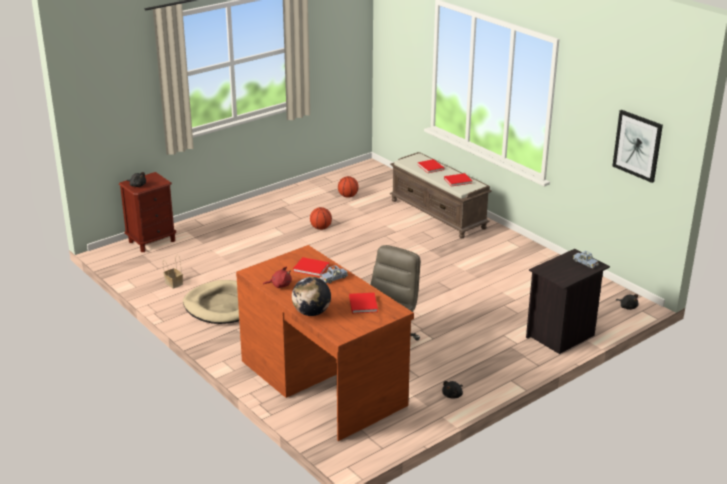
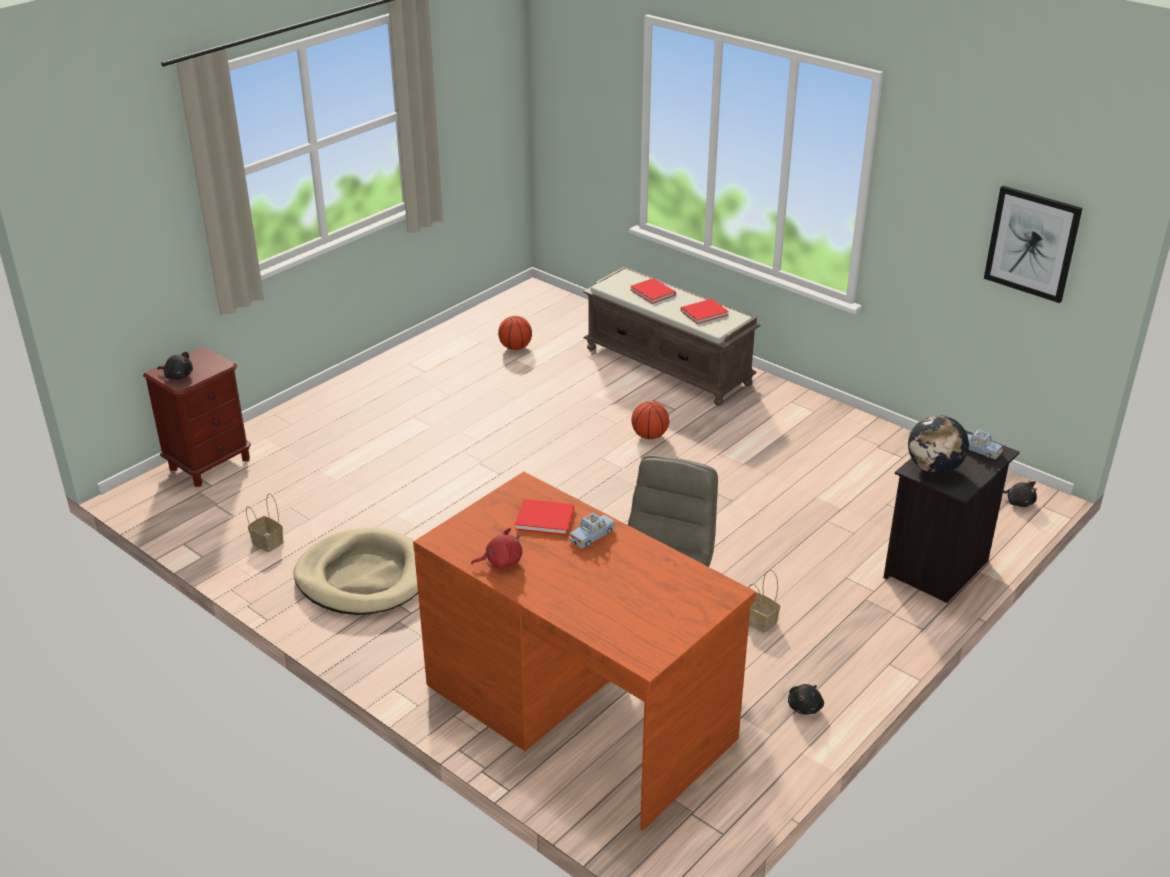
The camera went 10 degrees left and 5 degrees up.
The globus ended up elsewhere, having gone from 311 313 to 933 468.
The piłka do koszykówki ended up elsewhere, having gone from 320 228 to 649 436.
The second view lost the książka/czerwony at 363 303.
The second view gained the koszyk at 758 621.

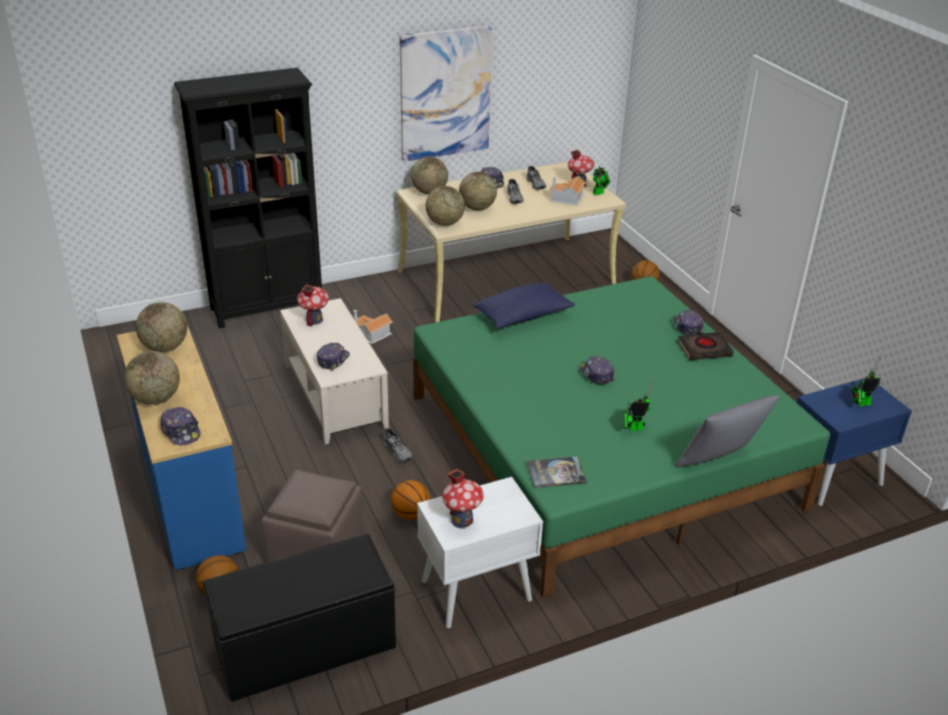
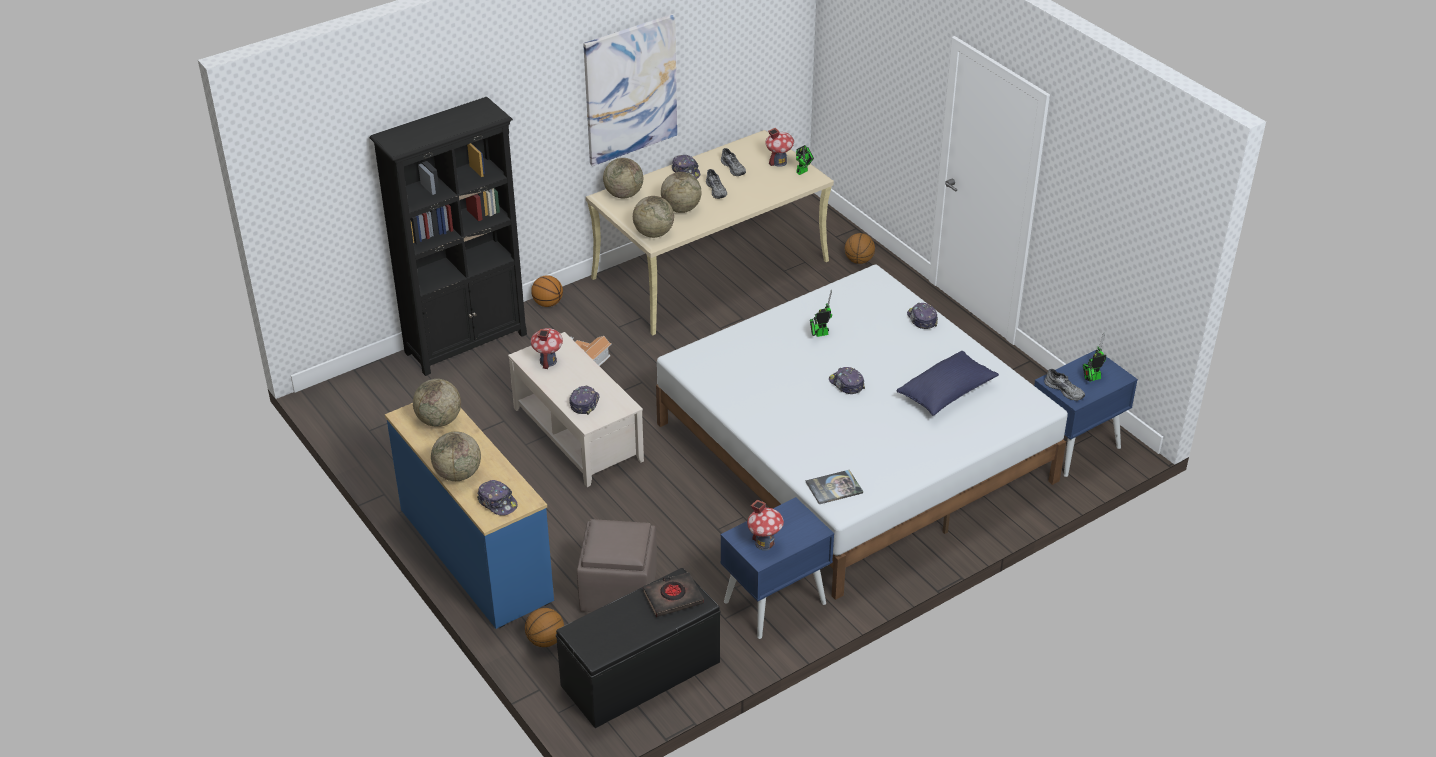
The camera went 10 degrees left and 5 degrees up.
The but/szary ended up elsewhere, having gone from 398 451 to 1065 390.
The piłka do koszykówki ended up elsewhere, having gone from 410 514 to 548 303.
What was the łóżko/zielony at 599 449 turned into the łóżko/biały at 853 452.
What was the szafka nocna/biały at 476 590 turned into the szafka nocna/niebieski at 774 602.
The poduszka/niebieski ended up elsewhere, having gone from 523 316 to 946 393.
The second view lost the domek at 566 199.
The robot zabawkowy ended up elsewhere, having gone from 633 428 to 819 334.
The second view lost the poduszka/szary at 719 463.
The książka/czarny ended up elsewhere, having gone from 704 349 to 673 597.

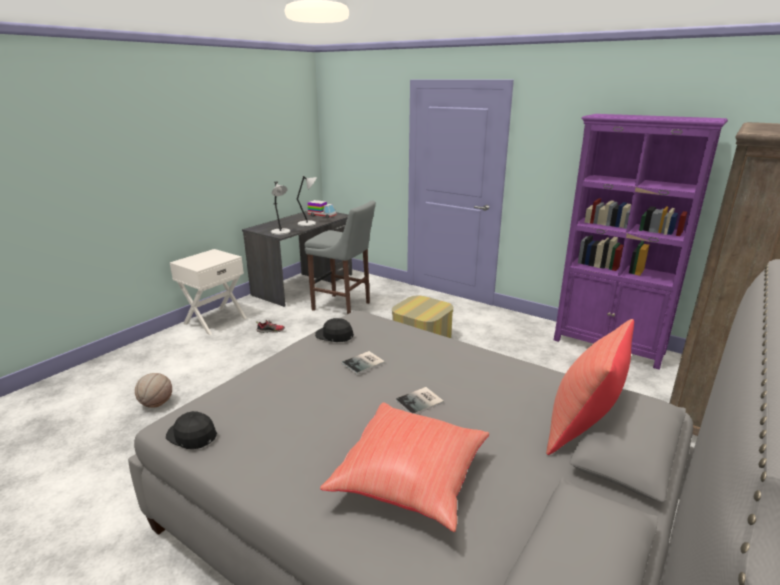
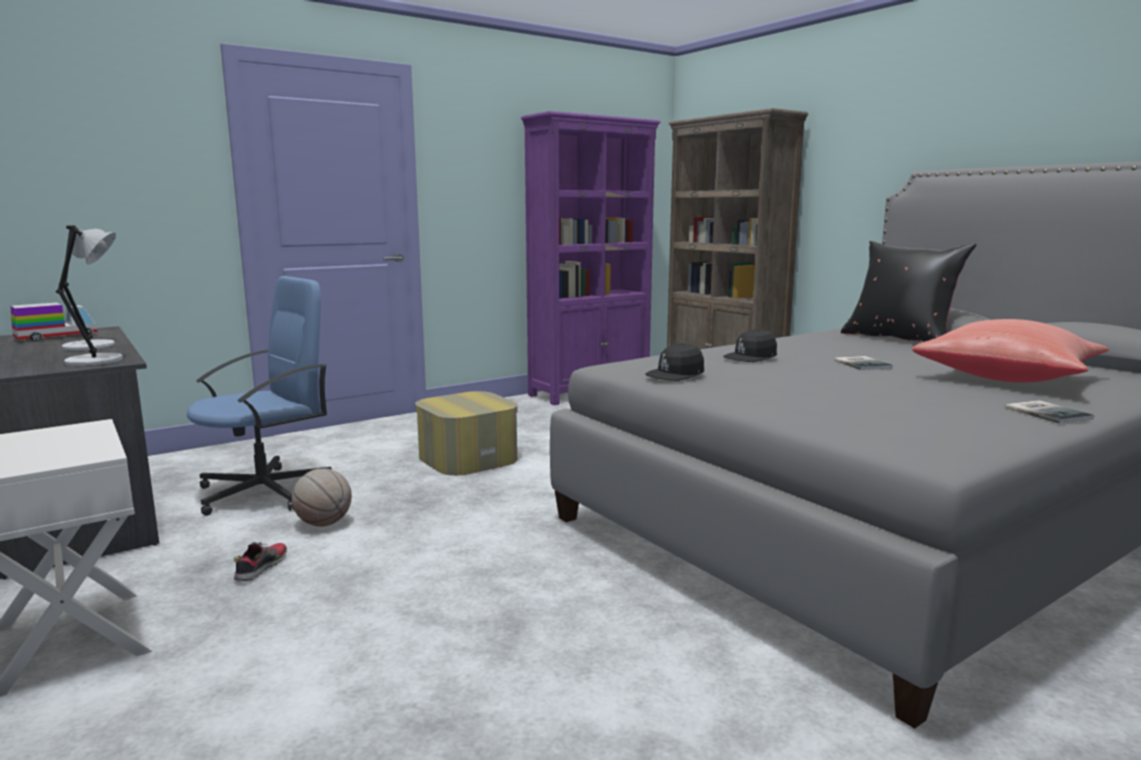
The camera went 70 degrees left and 10 degrees down.
The piłka do koszykówki ended up elsewhere, having gone from 156 404 to 323 524.
The czapka z daszkiem/czarny ended up elsewhere, having gone from 192 435 to 751 357.
Where the stołek/szary stood at 343 307, the krzesło biurowe/niebieski came to stand at 266 491.
The książka ended up elsewhere, having gone from 364 363 to 1048 412.
What was the poduszka/czerwony at 582 427 turned into the poduszka/czarny at 900 339.

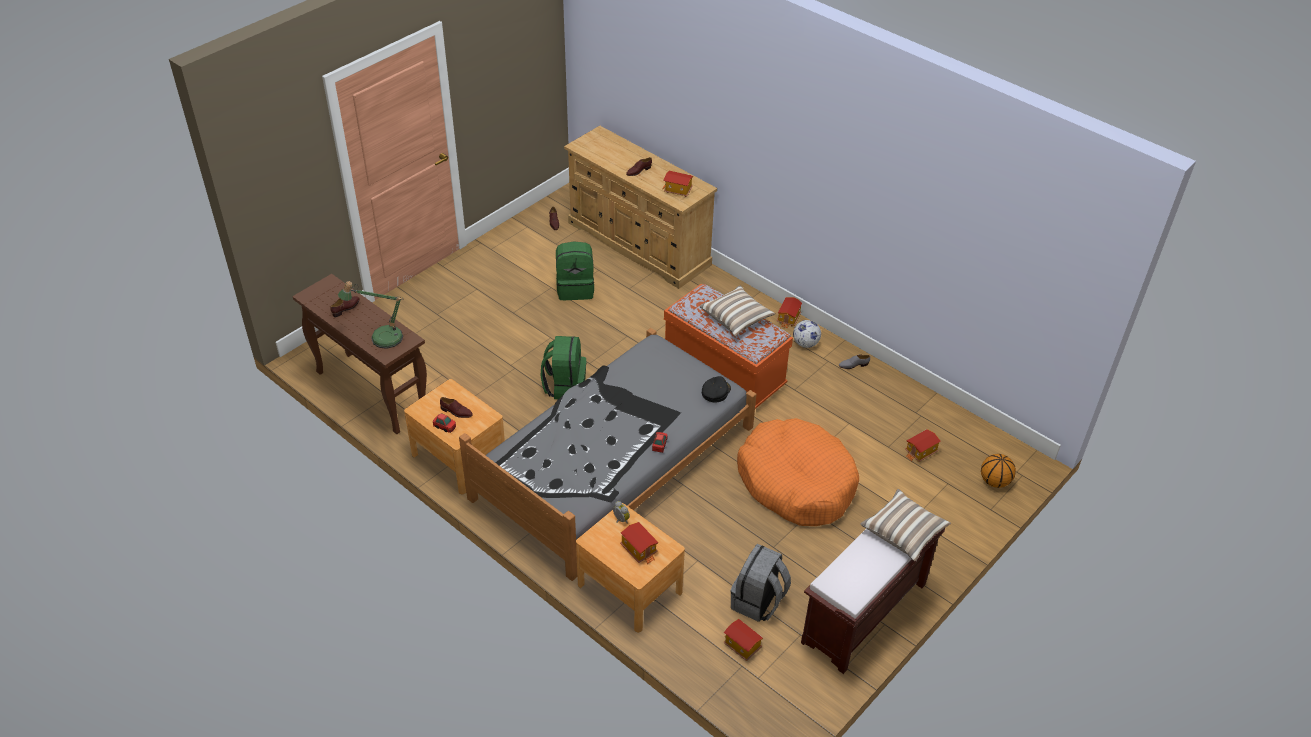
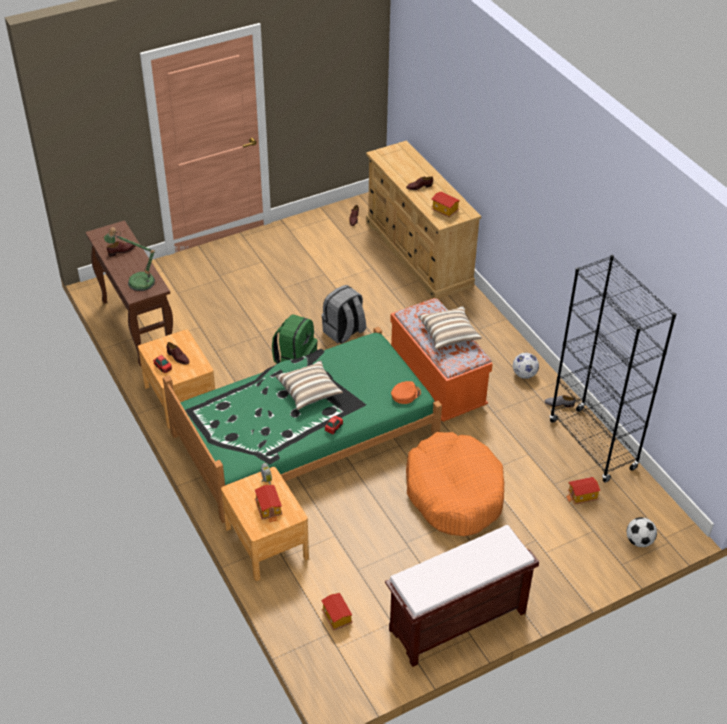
The camera went 20 degrees right and 0 degrees up.
What was the łóżko/szary at 614 462 turned into the łóżko/zielony at 305 434.
The second view lost the plecak/zielony at 575 289.
What was the czapka z daszkiem/czarny at 715 391 turned into the czapka z daszkiem/pomarańczowy at 405 394.
The plecak/szary ended up elsewhere, having gone from 758 602 to 344 332.
The second view lost the domek at 789 318.
The poduszka ended up elsewhere, having gone from 903 532 to 309 392.
Where the piłka do koszykówki stood at 995 482, the piłka futbolowa came to stand at 639 541.
The second view gained the regał/czarny at 592 445.

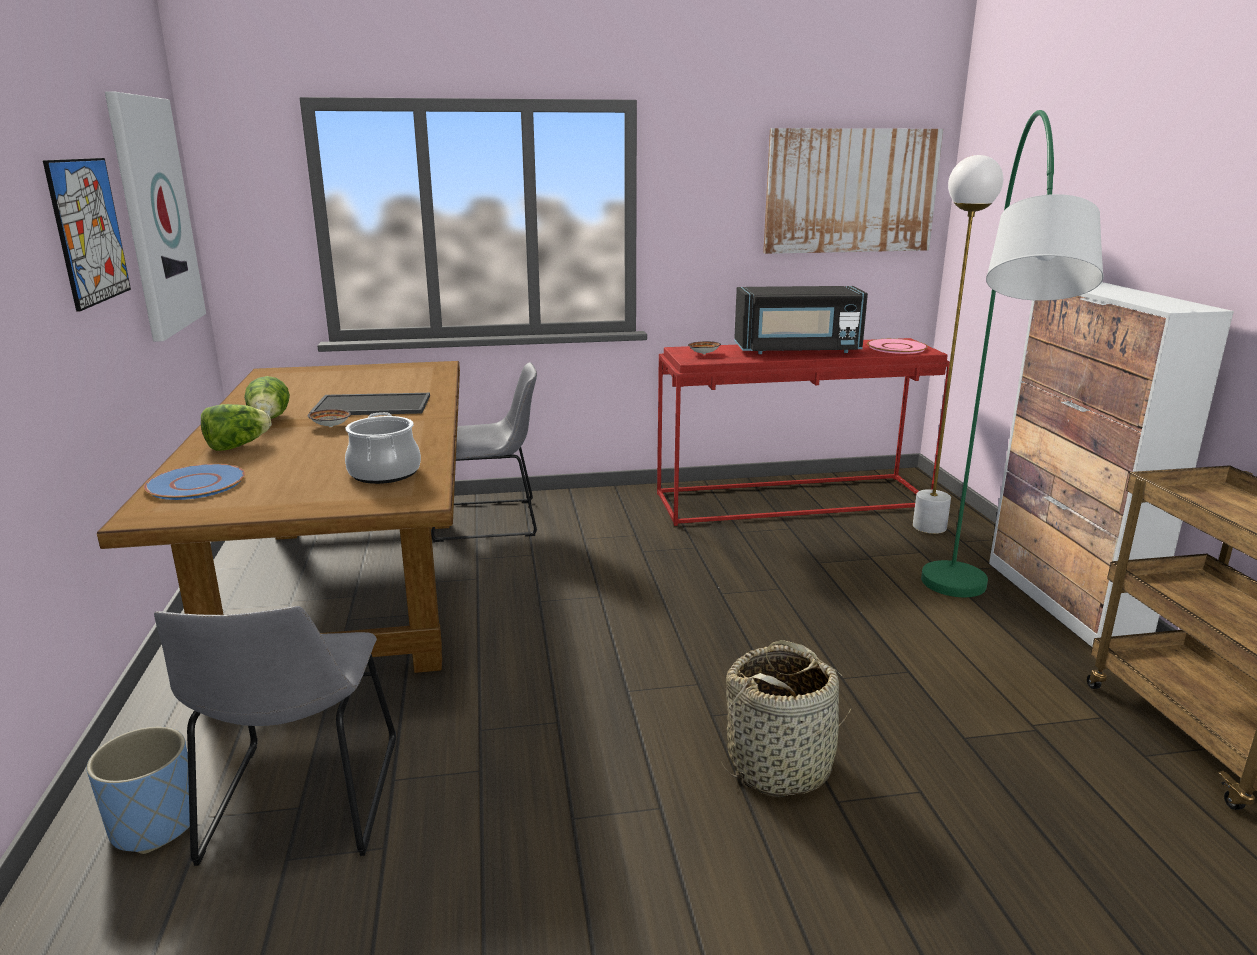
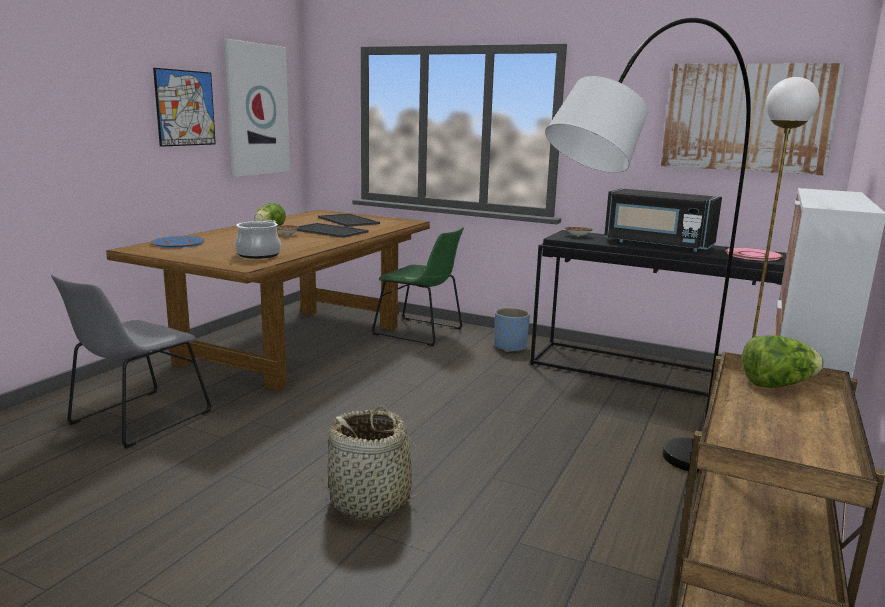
The camera went 35 degrees right and 5 degrees down.
The donica/niebieski ended up elsewhere, having gone from 154 825 to 510 347.
The sałata ended up elsewhere, having gone from 237 446 to 776 385.
What was the krzesło/szary at 491 520 turned into the krzesło/zielony at 421 332.
What was the stolik konsolowy/czerwony at 793 500 turned into the stolik konsolowy/czarny at 649 373.
What was the lampa stojąca/zielony at 962 642 turned into the lampa stojąca/szary at 626 493.
The second view gained the taca at 349 220.

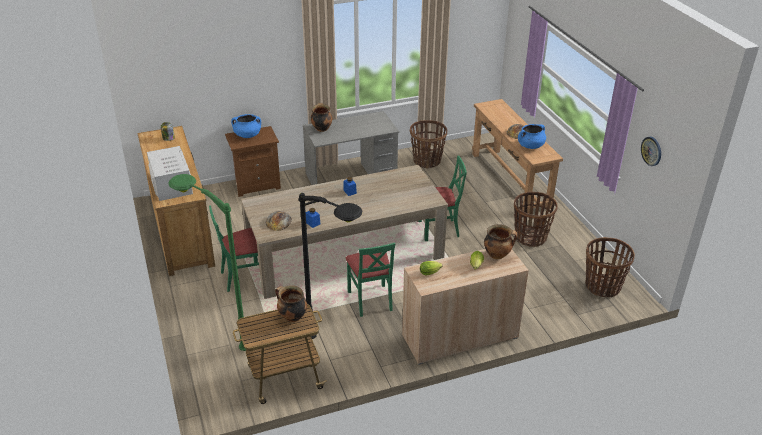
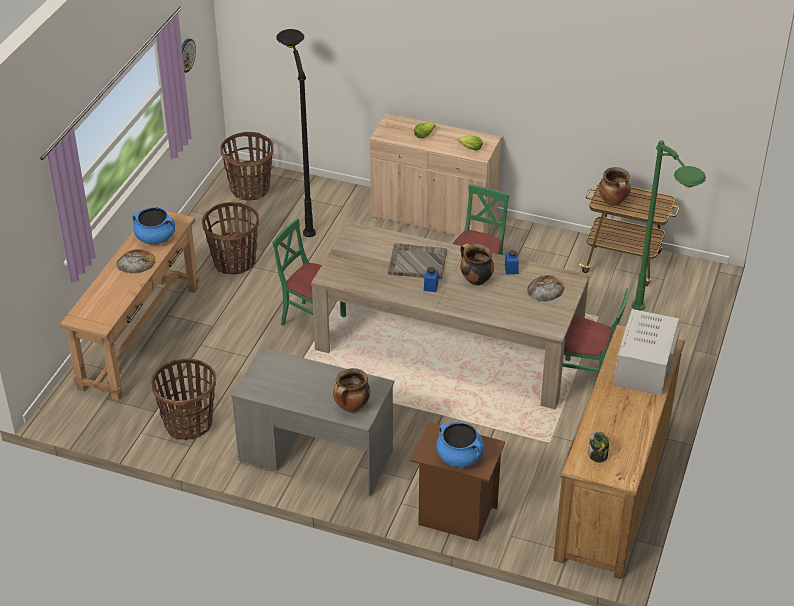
The camera went 140 degrees left and 5 degrees up.
The lampa stojąca/czarny ended up elsewhere, having gone from 339 351 to 302 209.
The garnek ended up elsewhere, having gone from 497 255 to 475 280.
The second view gained the taca/szary at 417 262.

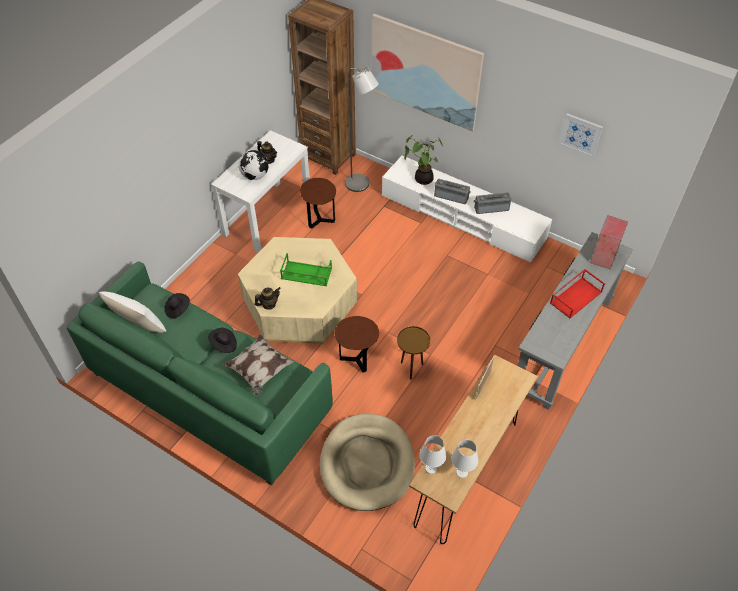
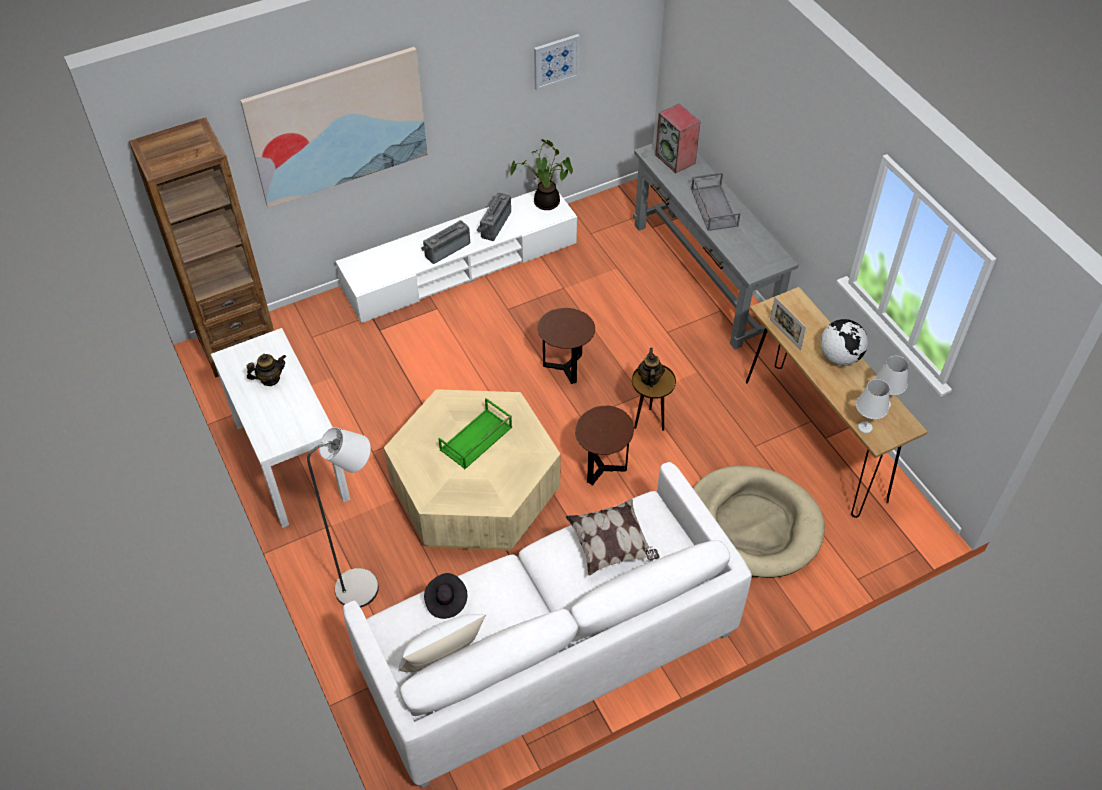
The camera went 60 degrees left and 0 degrees up.
What was the kanapa/zielony at 209 392 turned into the kanapa/biały at 548 651.
The second view lost the kapelusz/czarny at 224 345.
The globus ended up elsewhere, having gone from 255 176 to 839 357.
The imbryk ended up elsewhere, having gone from 269 304 to 649 379.
The stolik/brązowy ended up elsewhere, having gone from 320 220 to 565 368.
The lampa stojąca/szary ended up elsewhere, having gone from 361 185 to 365 586.
The roślina doniczkowa ended up elsewhere, having gone from 422 178 to 544 203.
What was the taca/czerwony at 575 297 turned into the taca/szary at 713 207.

